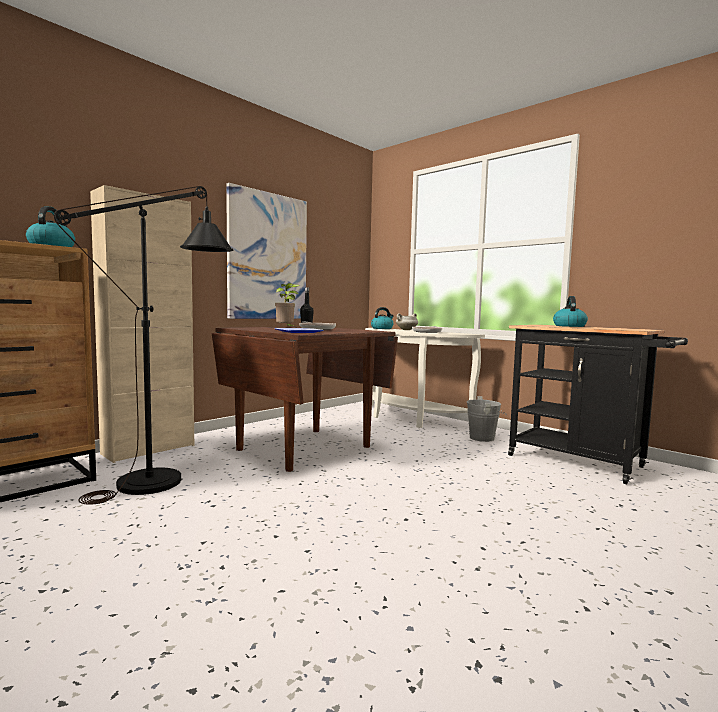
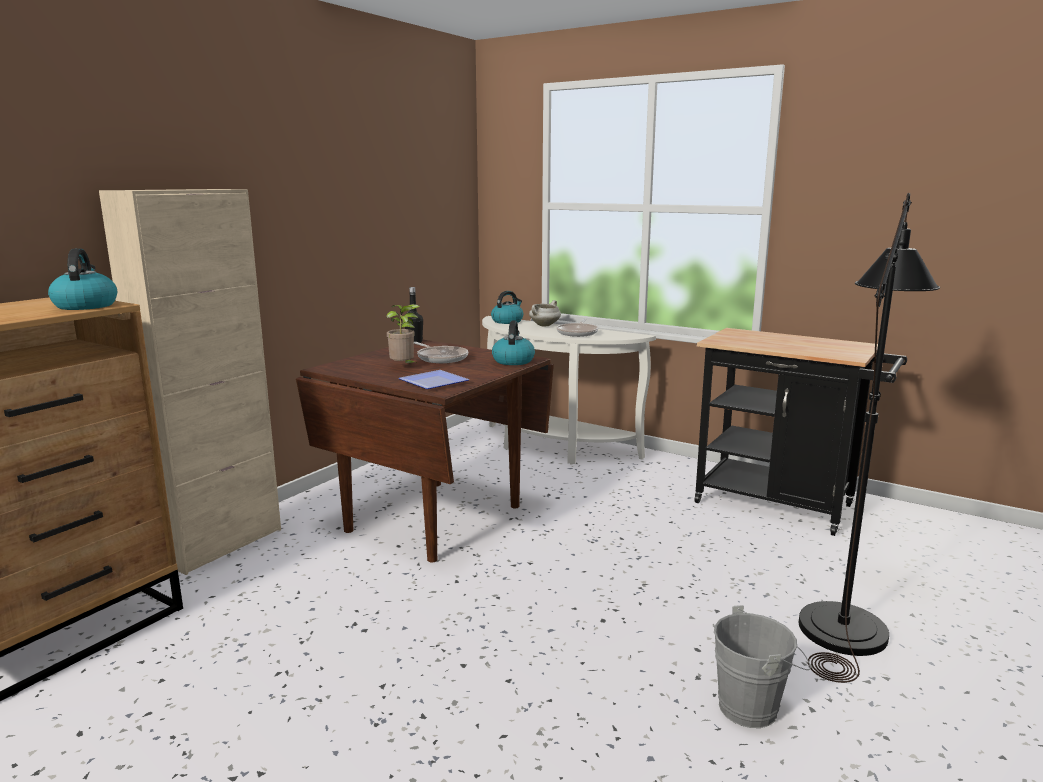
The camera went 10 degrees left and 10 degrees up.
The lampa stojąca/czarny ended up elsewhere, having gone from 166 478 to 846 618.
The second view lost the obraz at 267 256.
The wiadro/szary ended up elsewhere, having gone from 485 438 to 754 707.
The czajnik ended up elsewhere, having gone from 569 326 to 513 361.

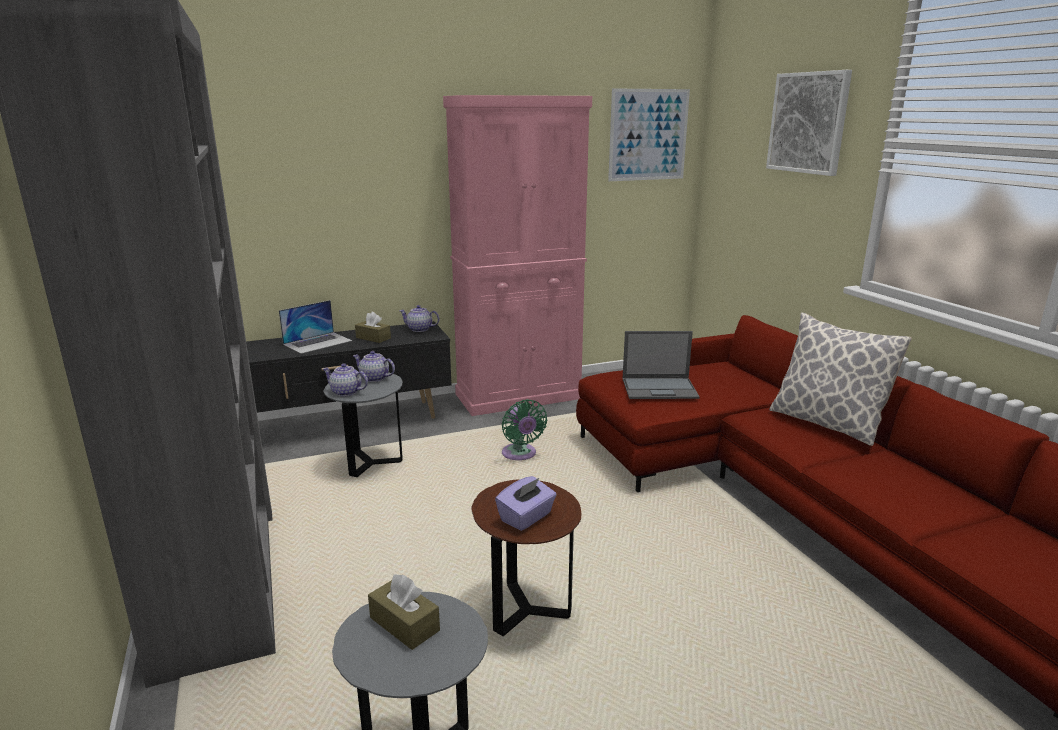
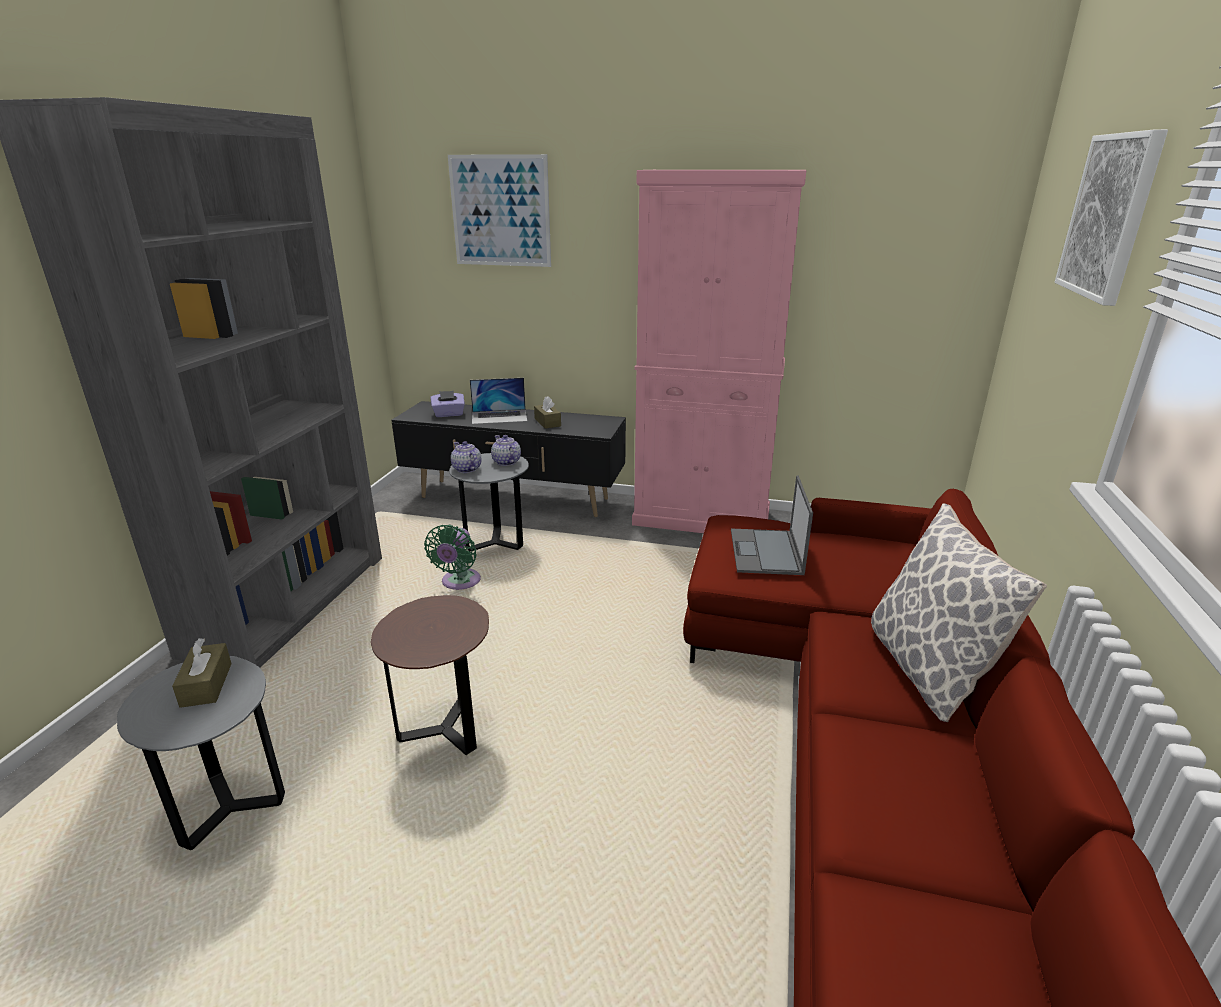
The camera went 35 degrees right and 5 degrees up.
The second view lost the imbryk at 419 329.
The pudełko chusteczek/fioletowy ended up elsewhere, having gone from 526 517 to 449 414.
The wentylator/zielony ended up elsewhere, having gone from 520 455 to 459 583.
The obraz ended up elsewhere, having gone from 648 135 to 500 211.
The laptop at 660 388 ended up facing another way, 60 degrees clockwise from before.

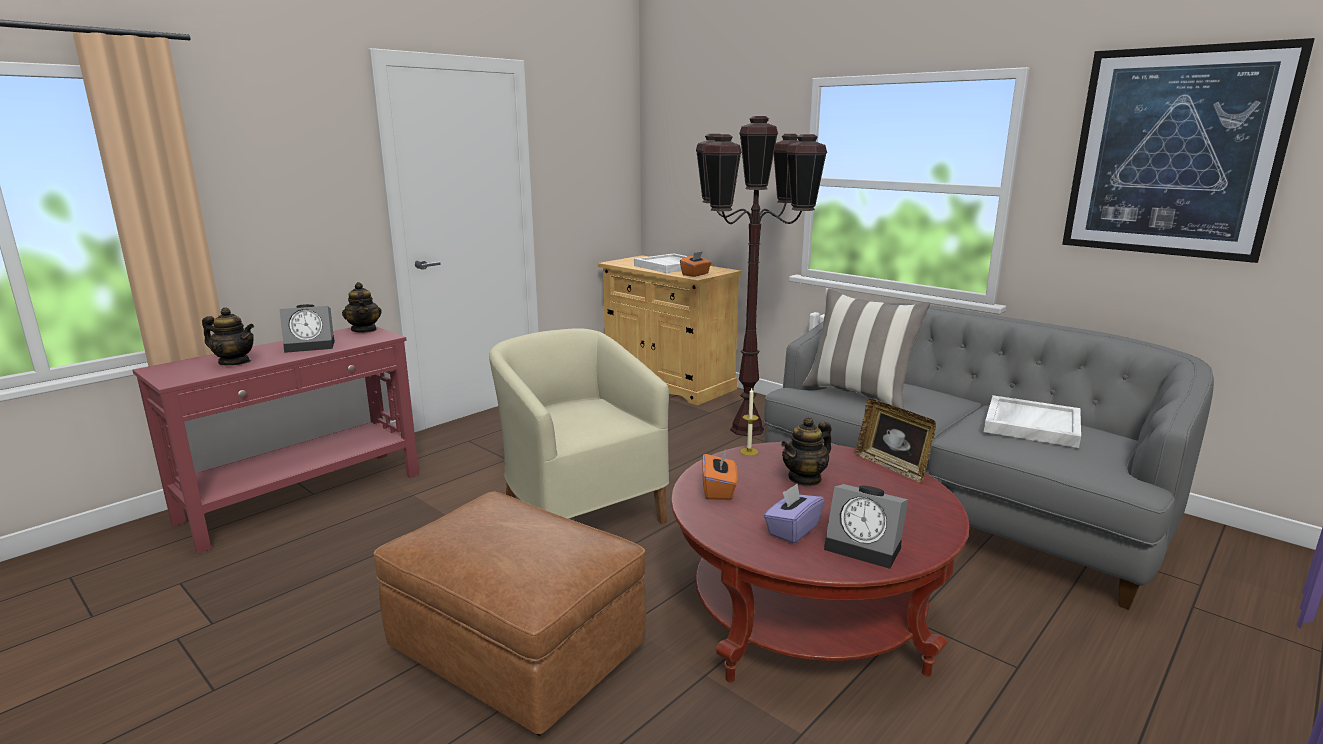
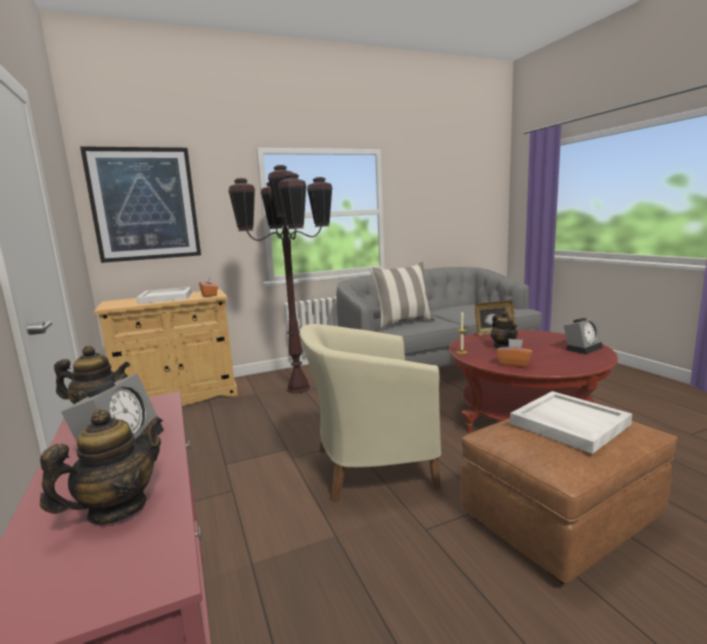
The camera went 65 degrees left and 5 degrees down.
The second view lost the pudełko chusteczek/fioletowy at 792 530.
The taca/biały ended up elsewhere, having gone from 1031 424 to 568 423.
The obraz ended up elsewhere, having gone from 1174 153 to 144 204.

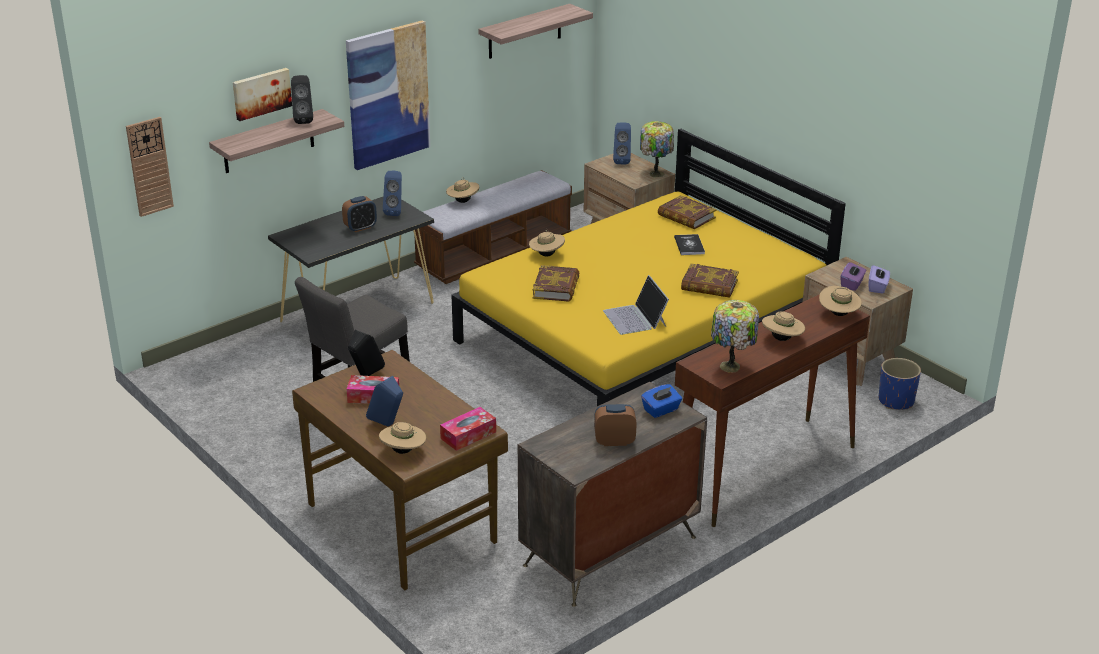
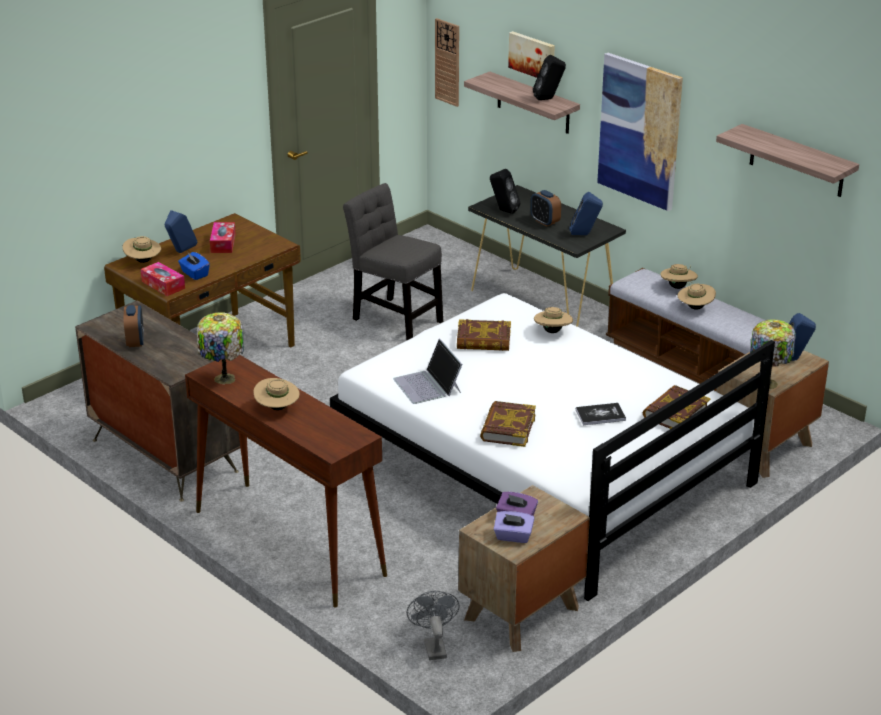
The camera went 85 degrees right and 0 degrees up.
The głośnik/czarny ended up elsewhere, having gone from 365 376 to 503 211.
What was the łóżko/żółty at 644 335 turned into the łóżko/biały at 541 465.
The laptop at 635 318 ended up facing another way, 90 degrees counterclockwise from before.
The pudełko chusteczek/niebieski ended up elsewhere, having gone from 661 410 to 194 274.
The kapelusz/beżowy ended up elsewhere, having gone from 838 314 to 695 307.
Where the donica/niebieski stood at 896 401, the wentylator/szary came to stand at 433 646.

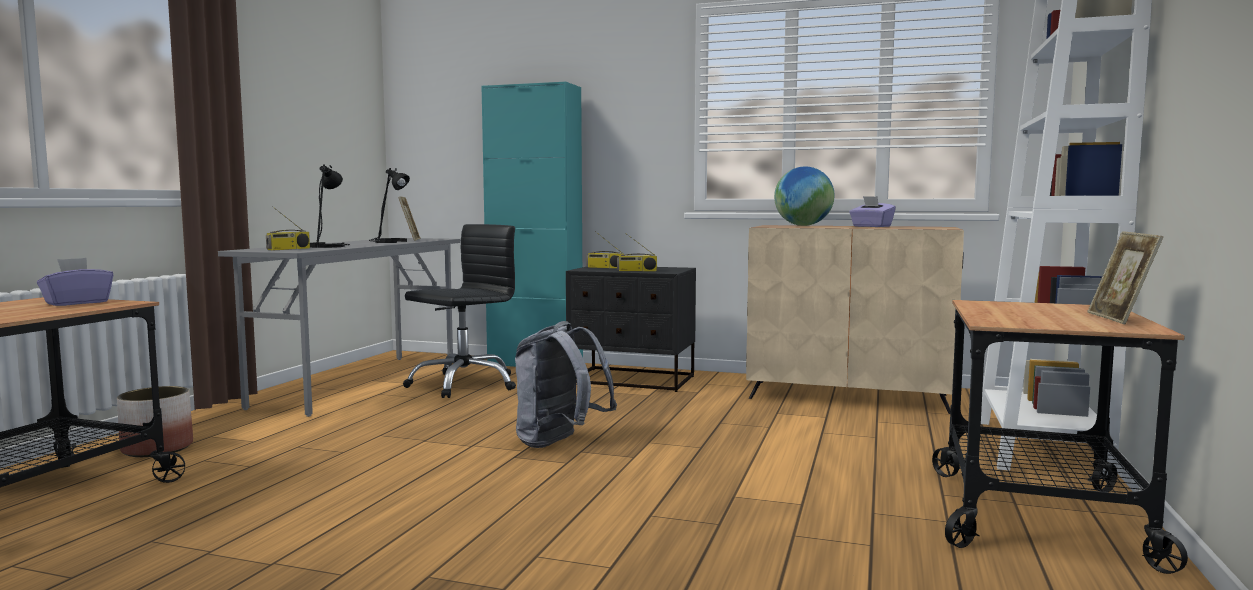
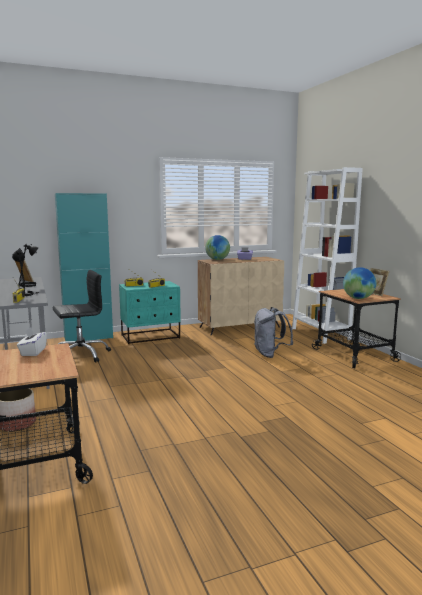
The camera went 40 degrees left and 5 degrees up.
What was the pudełko chusteczek/fioletowy at 77 303 turned into the pudełko chusteczek/biały at 33 352.
The krzesło biurowe/czarny at 463 384 ended up facing another way, 60 degrees clockwise from before.
The plecak/szary ended up elsewhere, having gone from 559 443 to 270 354.
What was the szafka nocna/czarny at 632 380 turned into the szafka nocna/turkusowy at 151 337.
The second view gained the globus at 358 298.

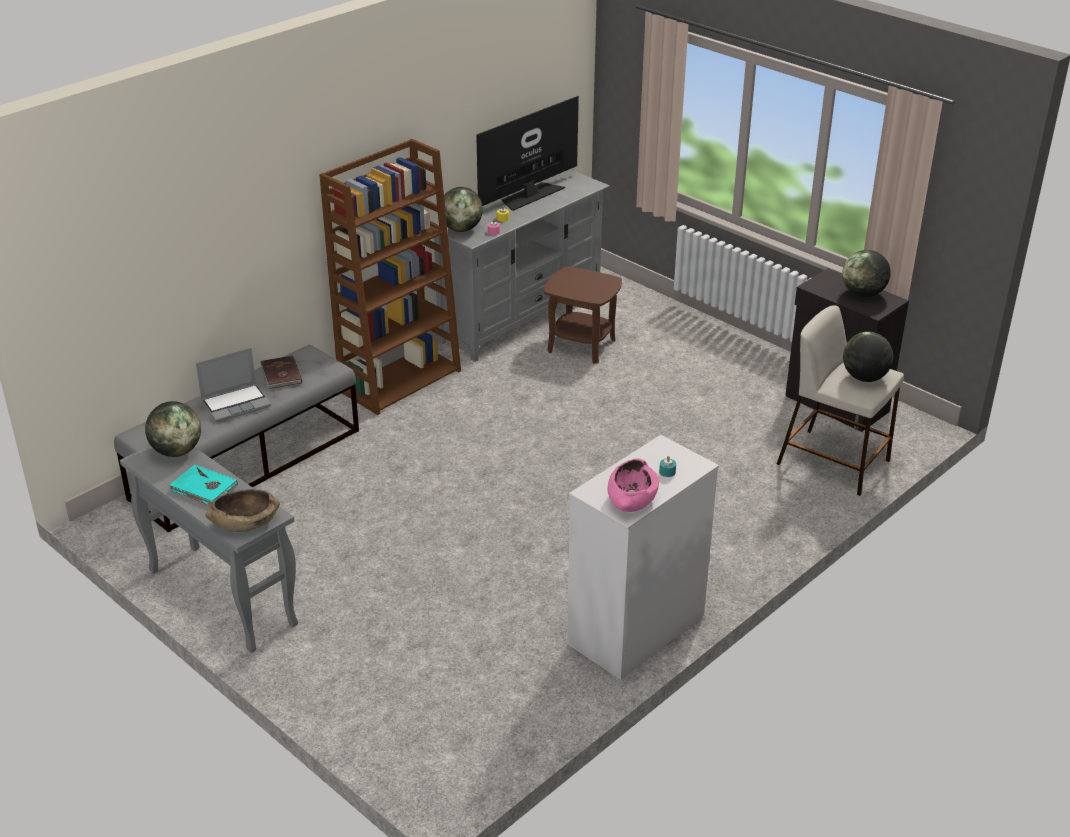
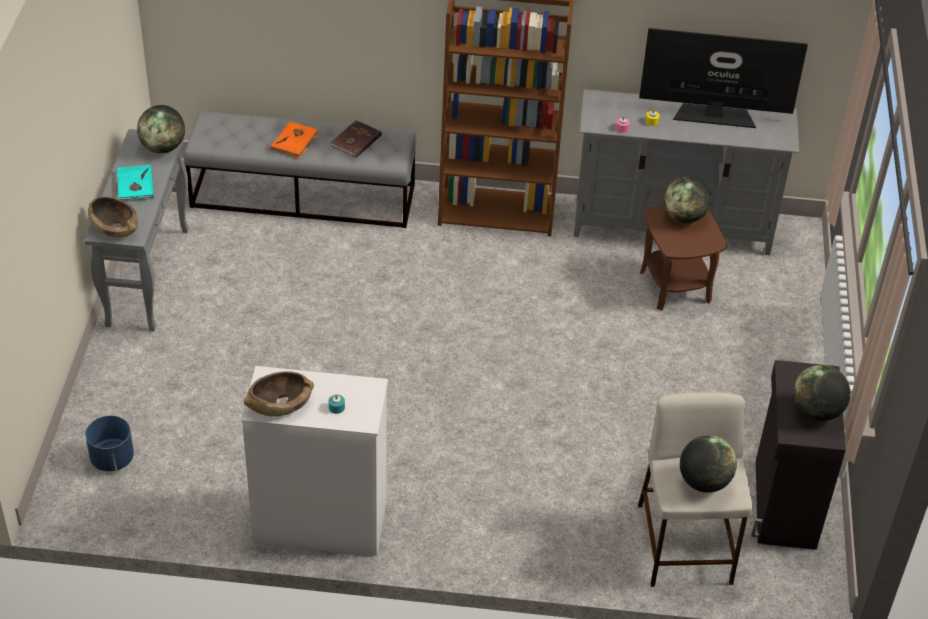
The camera went 50 degrees right and 10 degrees up.
Where the laptop stood at 236 403, the książka/pomarańczowy came to stand at 295 142.
The globus ended up elsewhere, having gone from 461 229 to 684 217.
What was the miska/różowy at 631 499 turned into the miska/brązowy at 279 404.
The second view gained the donica/niebieski at 112 459.

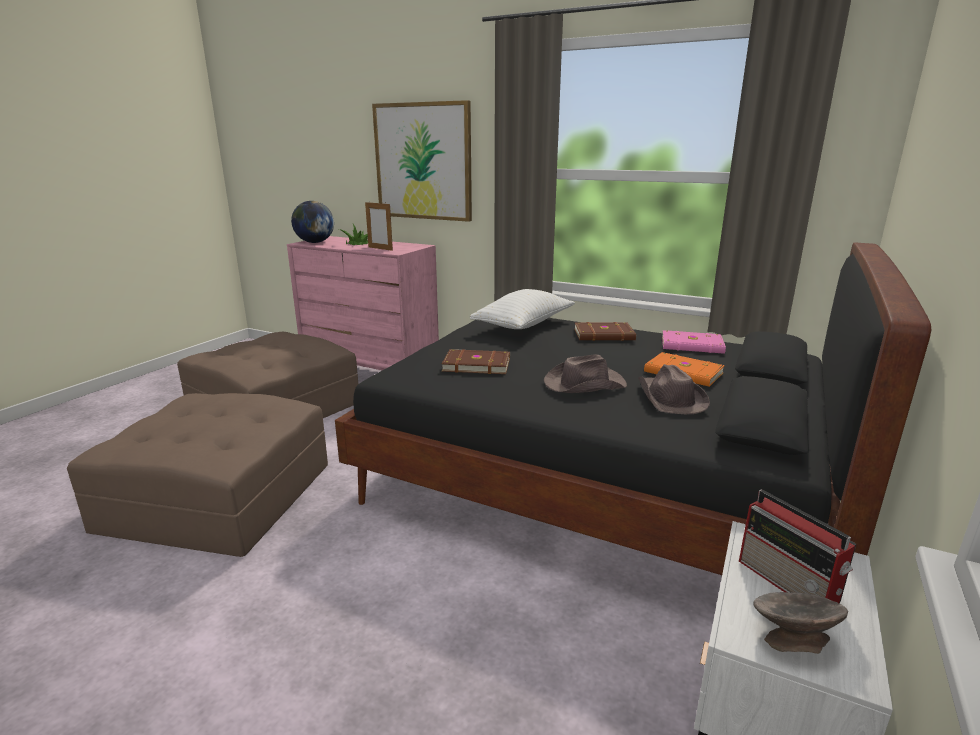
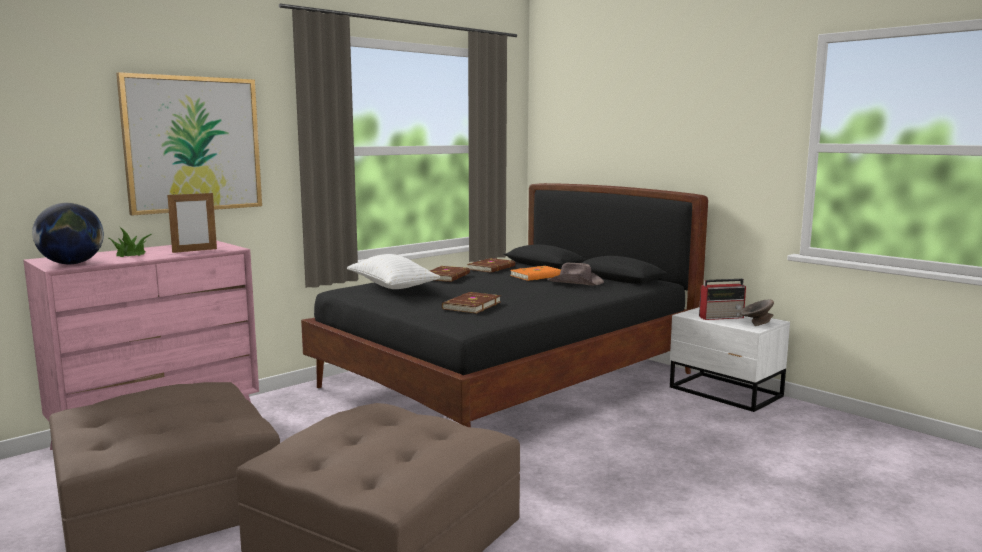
The camera went 70 degrees left and 10 degrees down.
The second view lost the kapelusz/brązowy at 583 384.
What was the książka/różowy at 692 346 turned into the książka/brązowy at 492 268.

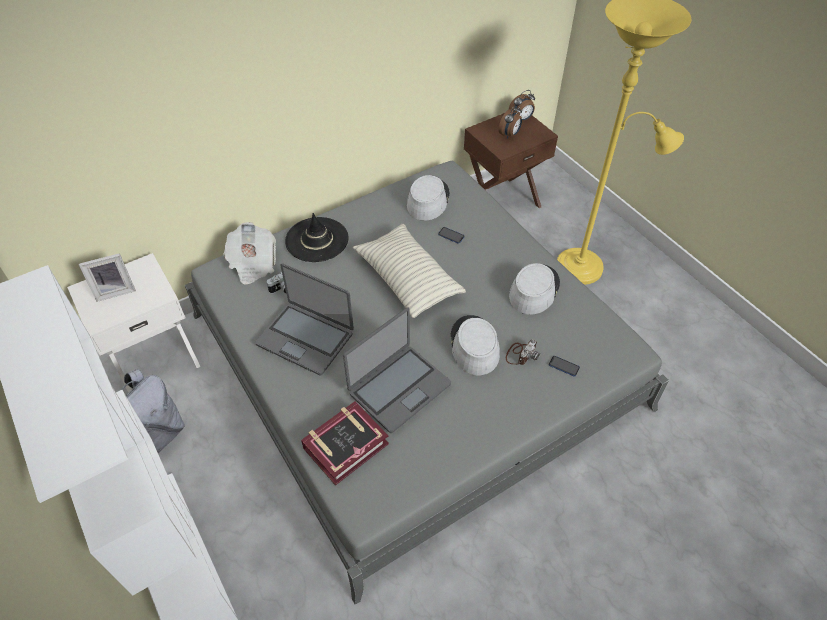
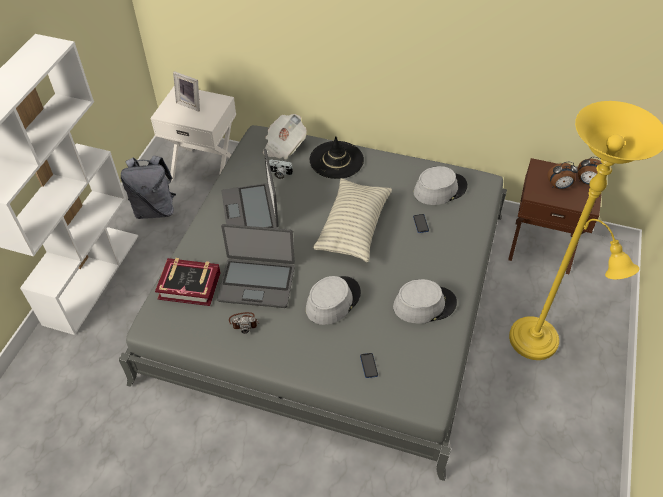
The camera went 50 degrees right and 0 degrees up.
The aparat fotograficzny ended up elsewhere, having gone from 521 354 to 244 322.

